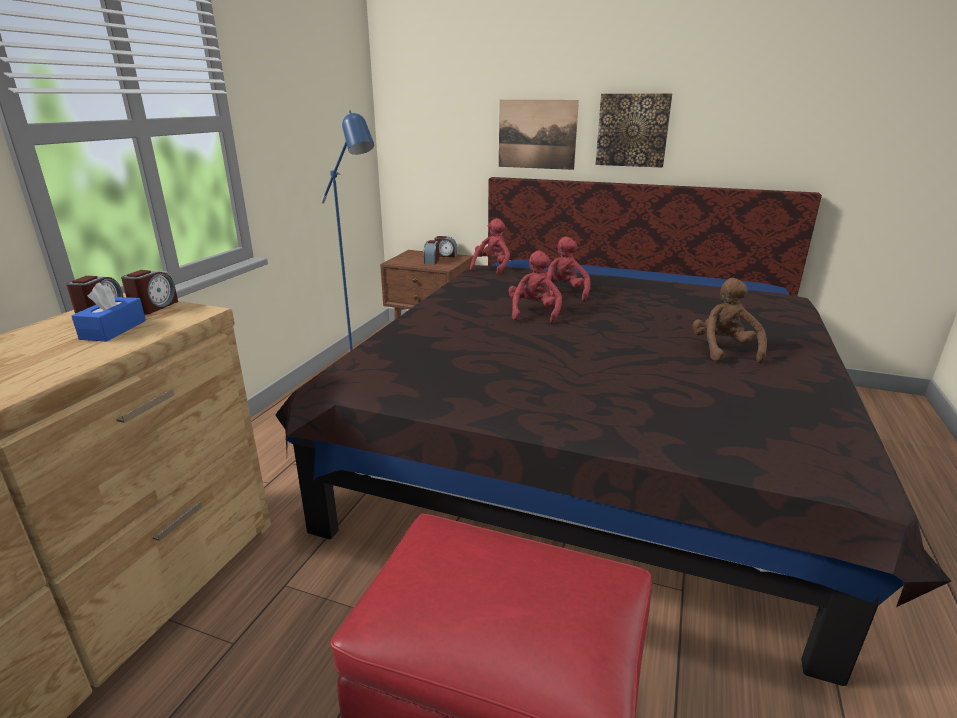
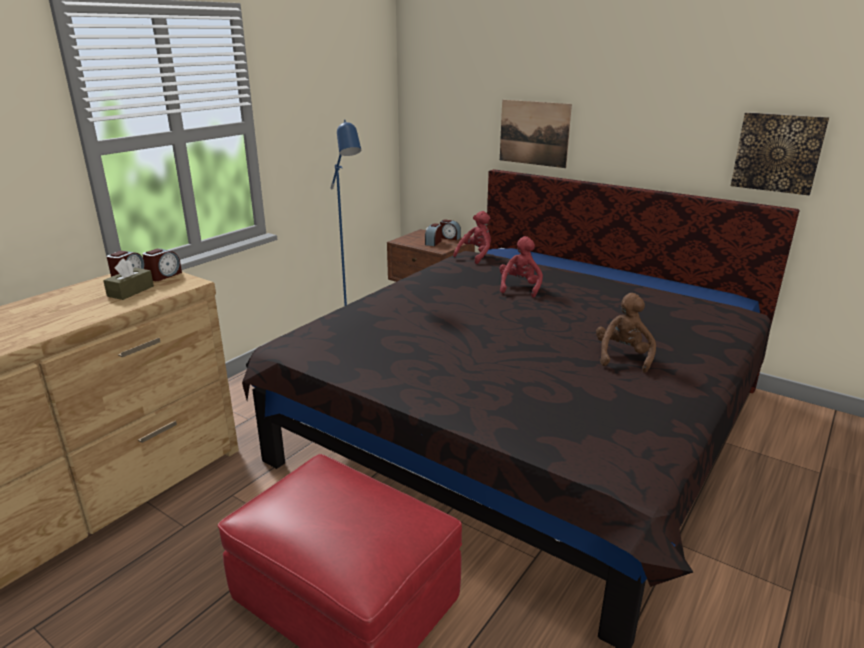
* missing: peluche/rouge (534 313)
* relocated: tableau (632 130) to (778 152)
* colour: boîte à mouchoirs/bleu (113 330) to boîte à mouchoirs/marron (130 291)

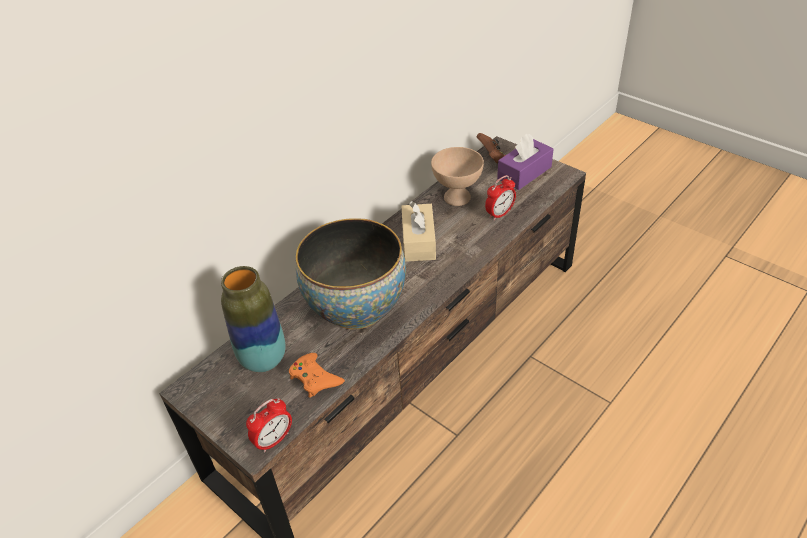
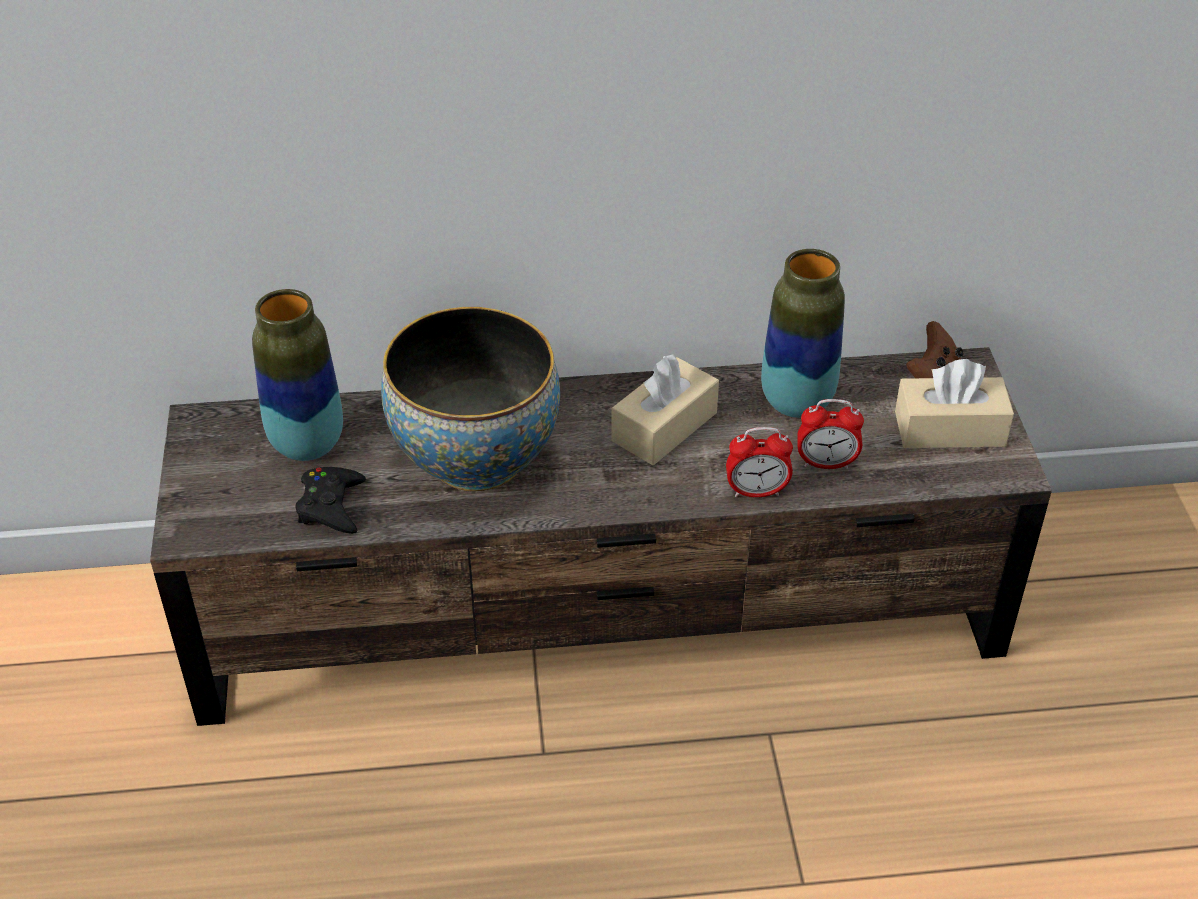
* relocated: réveil (274 440) to (756 492)
* exchanged: bol/beige (457 198) to vase (796 402)
* colour: manette/orange (315 378) to manette/noir (331 506)
* colour: boîte à mouchoirs/violet (524 173) to boîte à mouchoirs/beige (949 429)

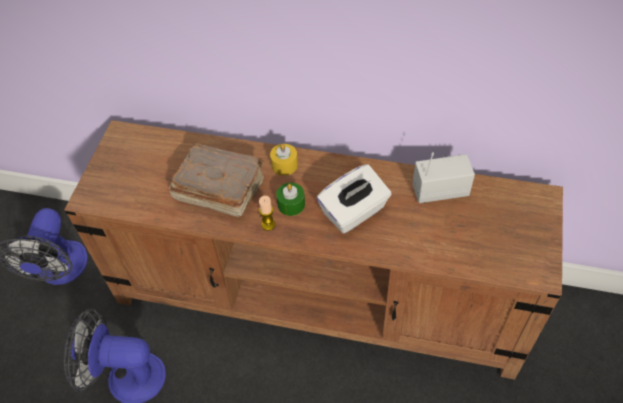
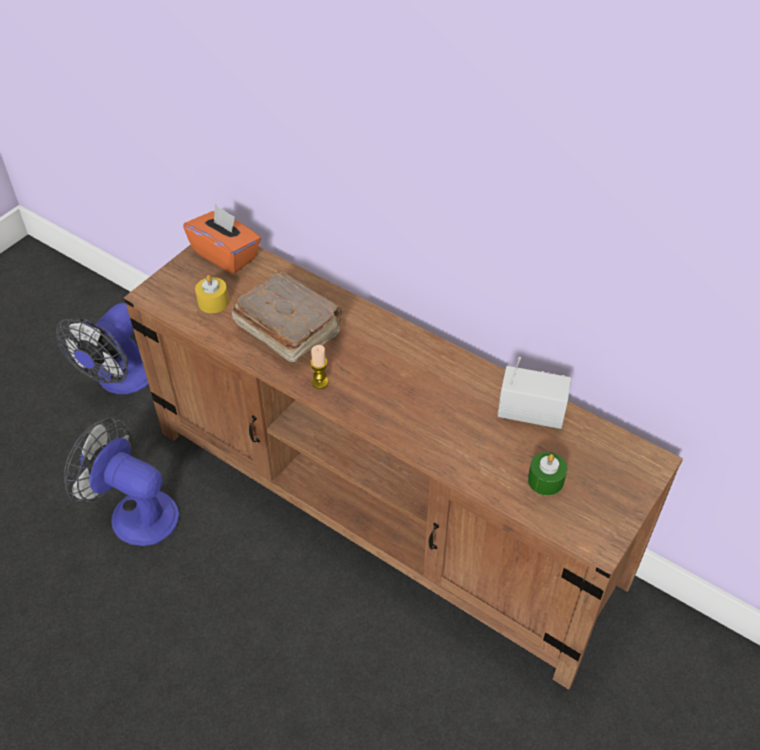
* missing: boîte à mouchoirs/blanc (354 212)
* appeared: boîte à mouchoirs/orange (226 255)
* relocated: bougie/jaune (284 165) to (213 302)
* relocated: bougie/vert (291 204) to (545 480)

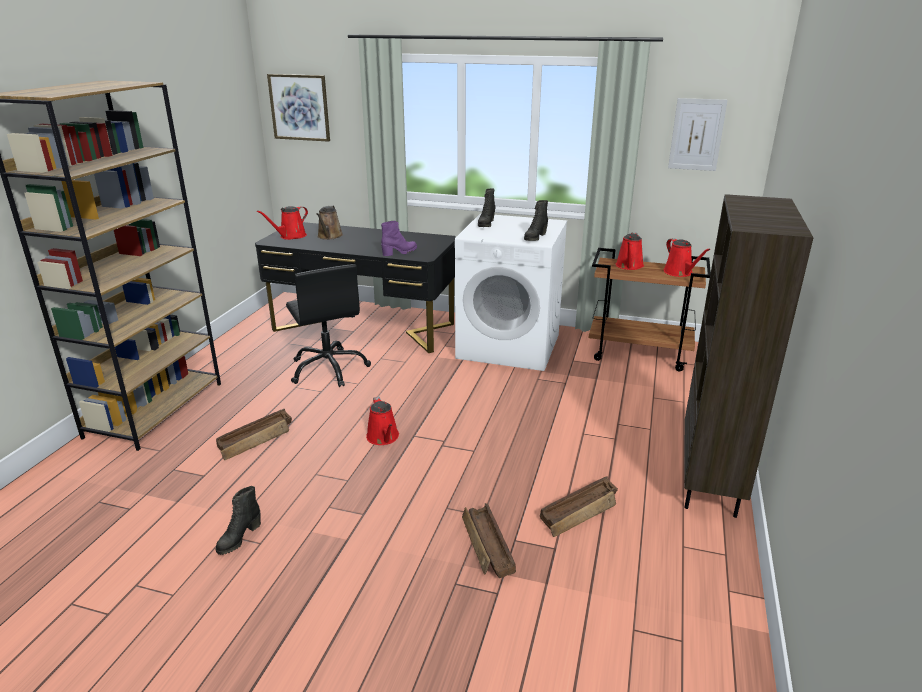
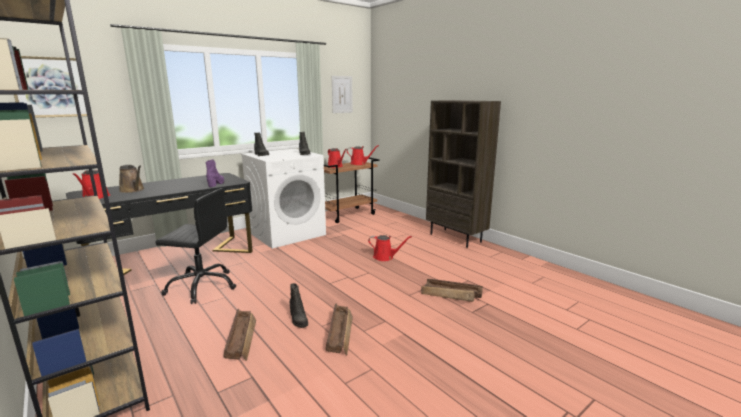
* relocated: botte/noir (239 538) to (298 320)
* relocated: arrosoir/rouge (383 438) to (385 257)
* relocated: caisse (580 512) to (340 333)

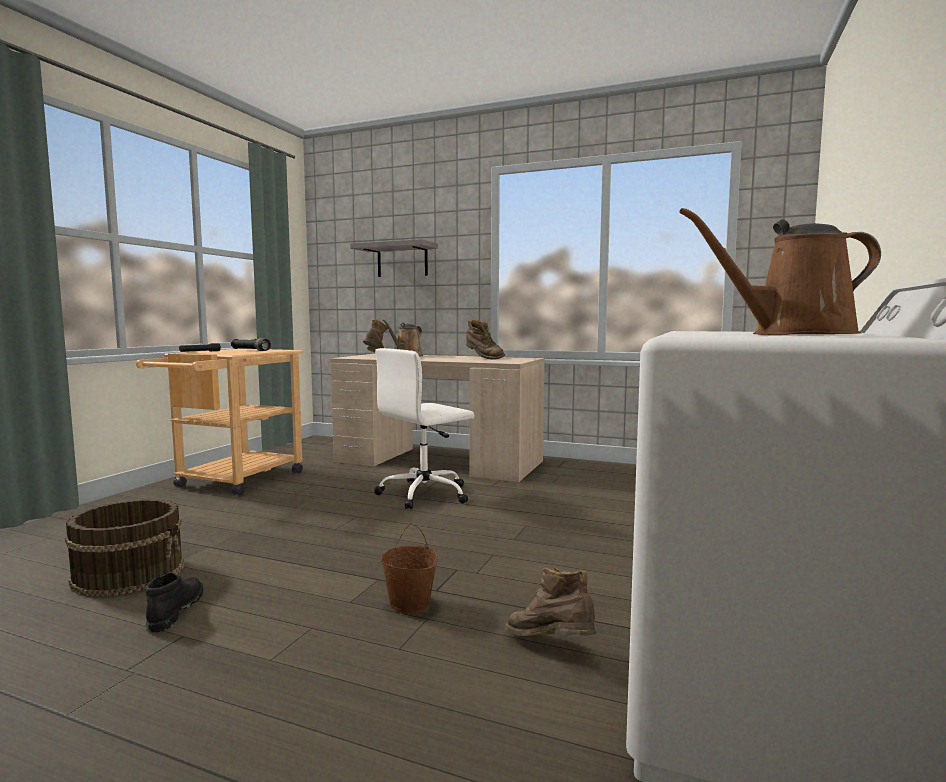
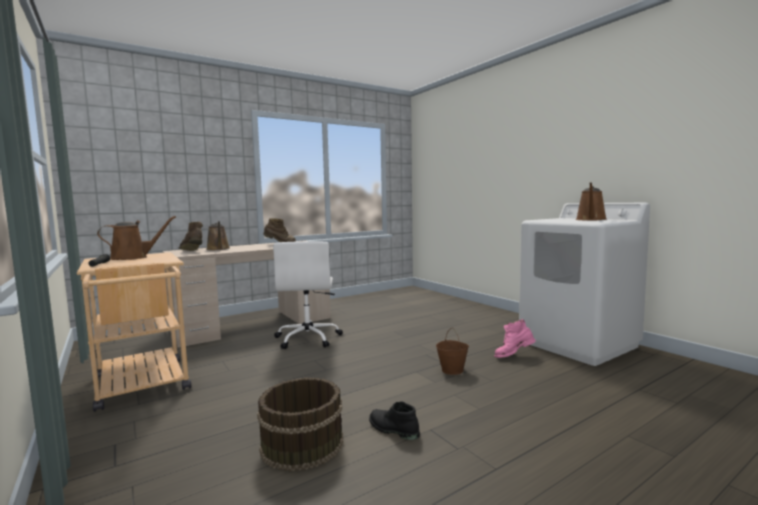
* missing: étagère/gris (402 260)
* exchanged: lampe de poche/noir (250 350) to arrosoir/marron (133 257)
* colour: botte/marron (551 647) to botte/rose (513 356)

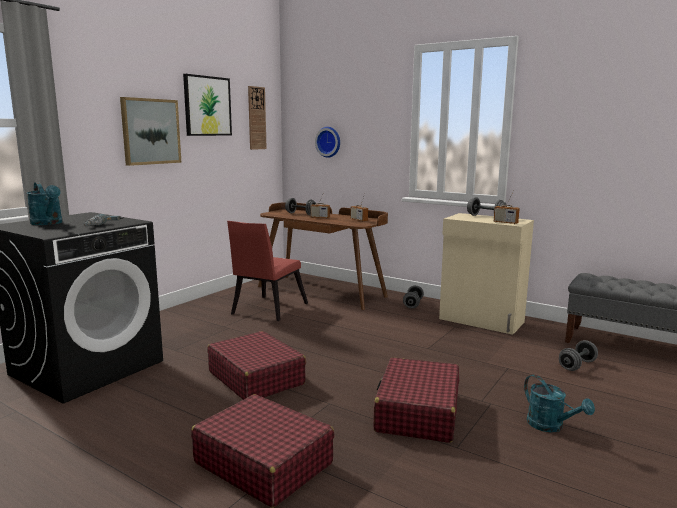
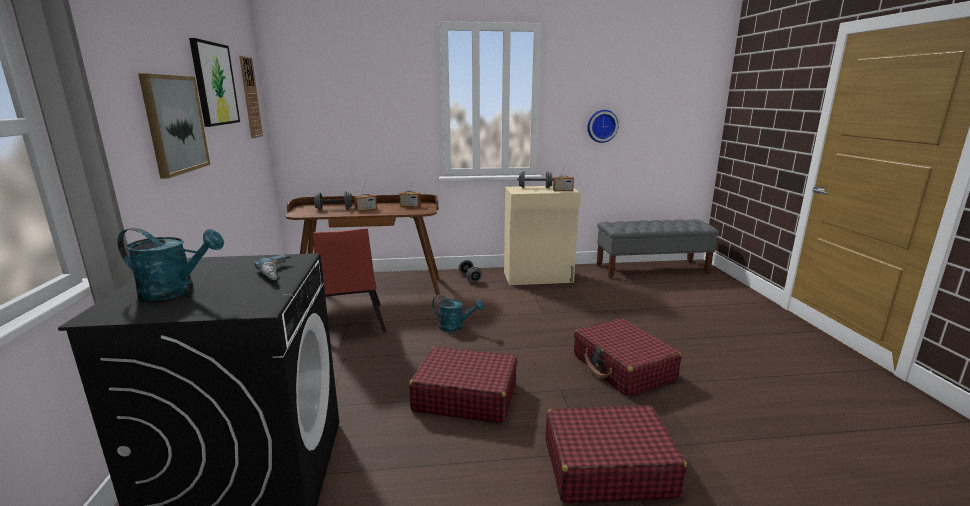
* missing: haltère/gris (577 365)
* relocated: horloge murale (329 142) to (601 126)
* relocated: arrosoir/turquoise (550 426) to (455 327)

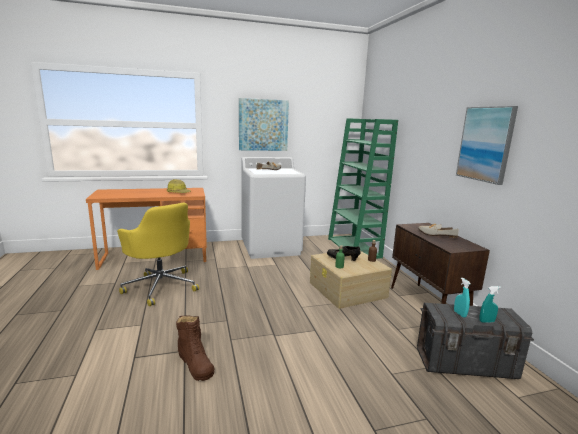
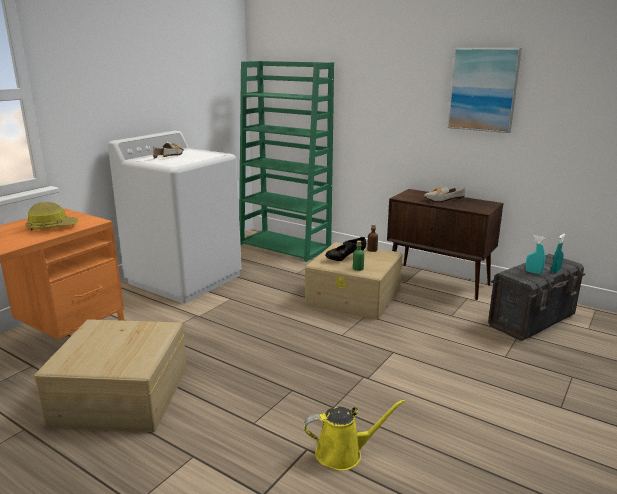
* missing: tableau (263 125)
* exchanged: chaise de bureau/jaune (161 286) to boîte de rangement/beige (120 395)
* exchanged: botte/marron (195 363) to arrosoir/jaune (343 453)

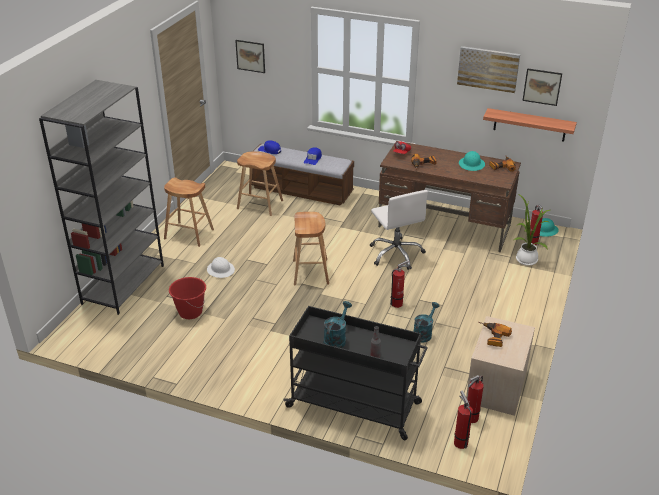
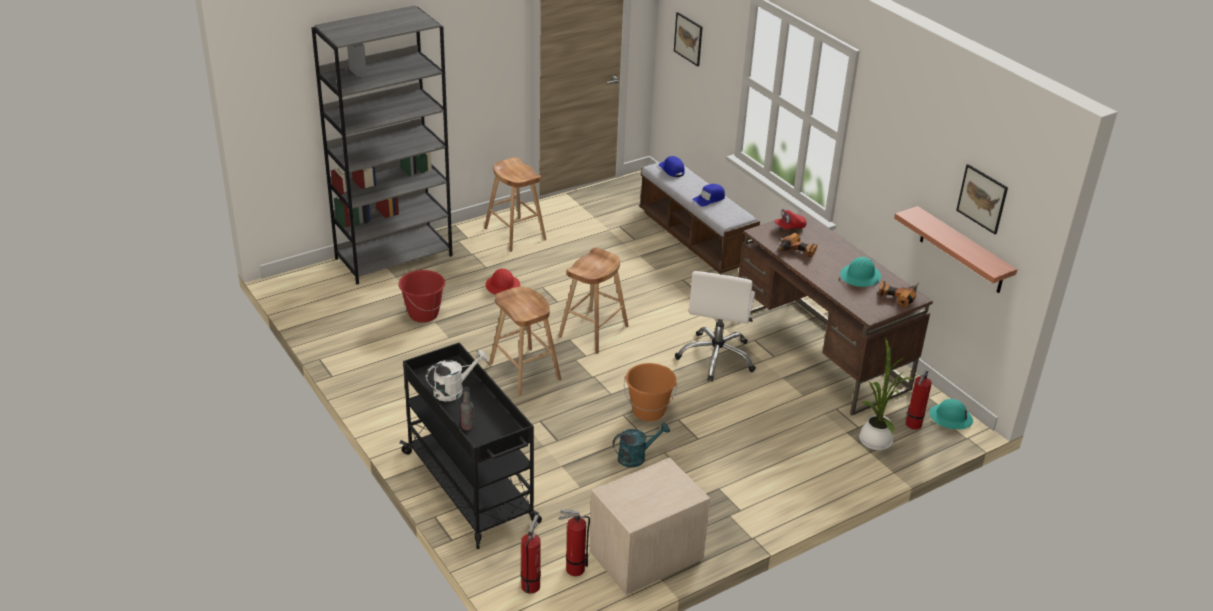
* missing: tableau (488 69)
* missing: perceuse (493 337)
* relocated: tabouret/marron (260 204) to (524 371)
* exchanged: extincteur (398 303) to seau/orange (648 411)
* colour: casque de chantier/blanc (221 270) to casque de chantier/rouge (503 286)
* colour: arrosoir/turquoise (336 338) to arrosoir/blanc (454 390)

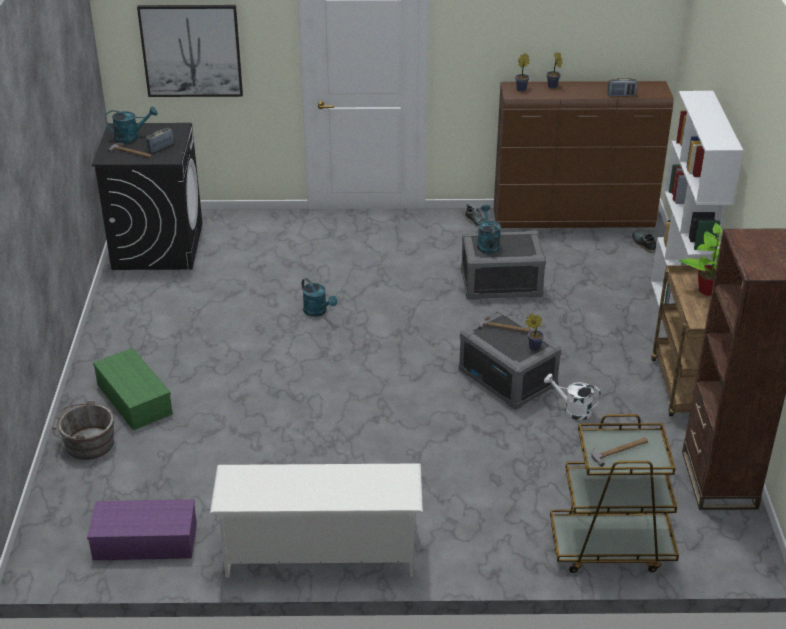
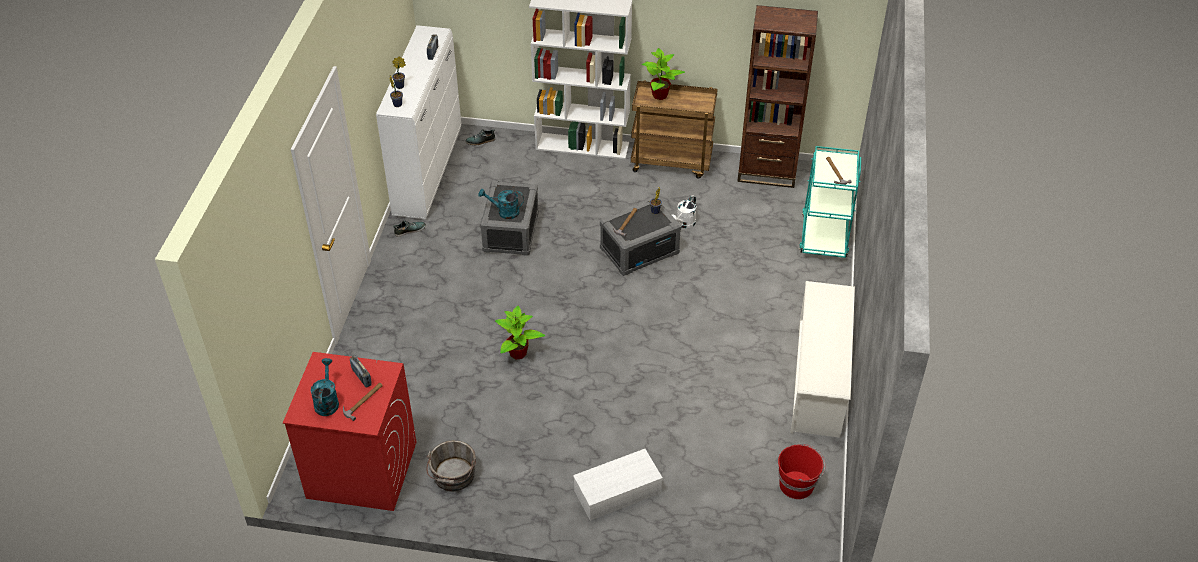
* missing: tableau (191 50)
* relocated: seau/gris (86 444) to (453 477)
* exchanged: boîte de rangement/violet (147 540) to seau/rouge (797 484)
* exchanged: arrosoir/turquoise (318 312) to plante en pot (518 353)
* colour: lave-linge/noir (158 246) to lave-linge/rouge (361 470)
* colour: boîte de rangement/vert (133 399) to boîte de rangement/blanc (616 493)
* colour: commode/marron (574 220) to commode/blanc (429 171)
* colour: chariot/marron (610 547) to chariot/turquoise (824 235)

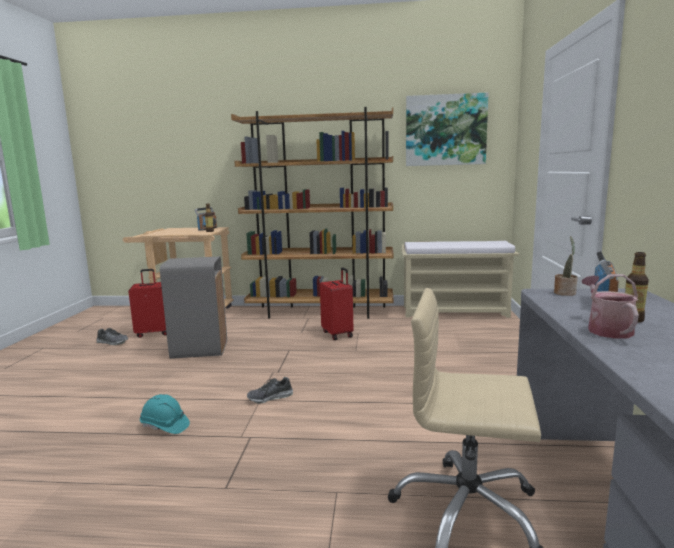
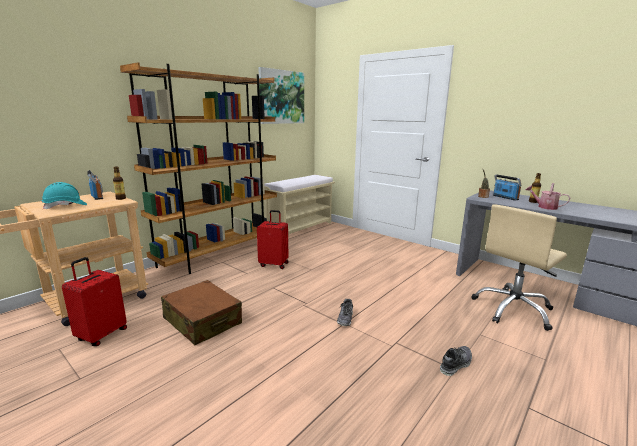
* relocated: chaussure (112 342) to (455 364)
* relocated: casque de chantier/turquoise (165 426) to (65 206)
* exchanged: poubelle/gris (199 349) to valise/marron (202 321)

